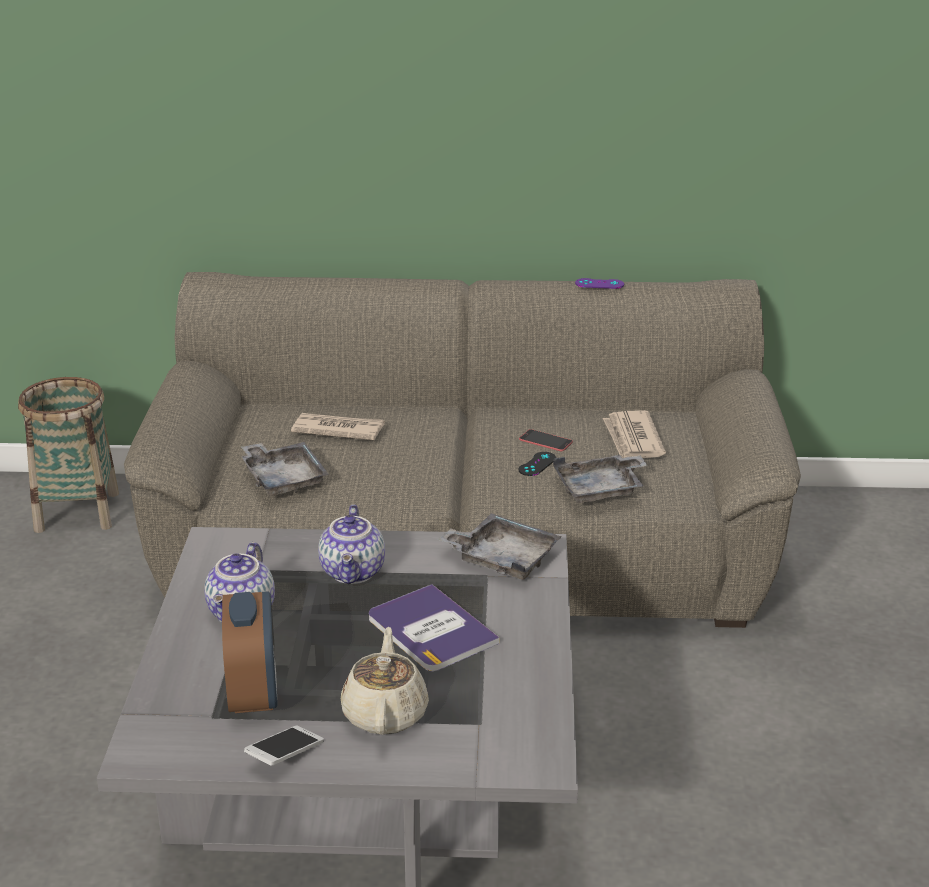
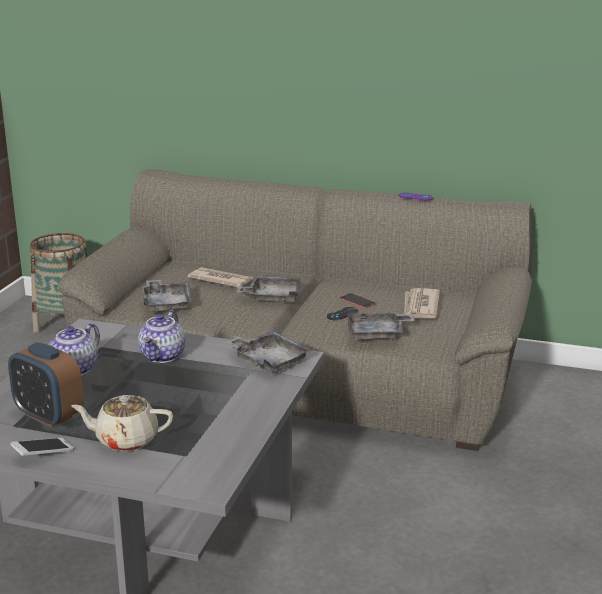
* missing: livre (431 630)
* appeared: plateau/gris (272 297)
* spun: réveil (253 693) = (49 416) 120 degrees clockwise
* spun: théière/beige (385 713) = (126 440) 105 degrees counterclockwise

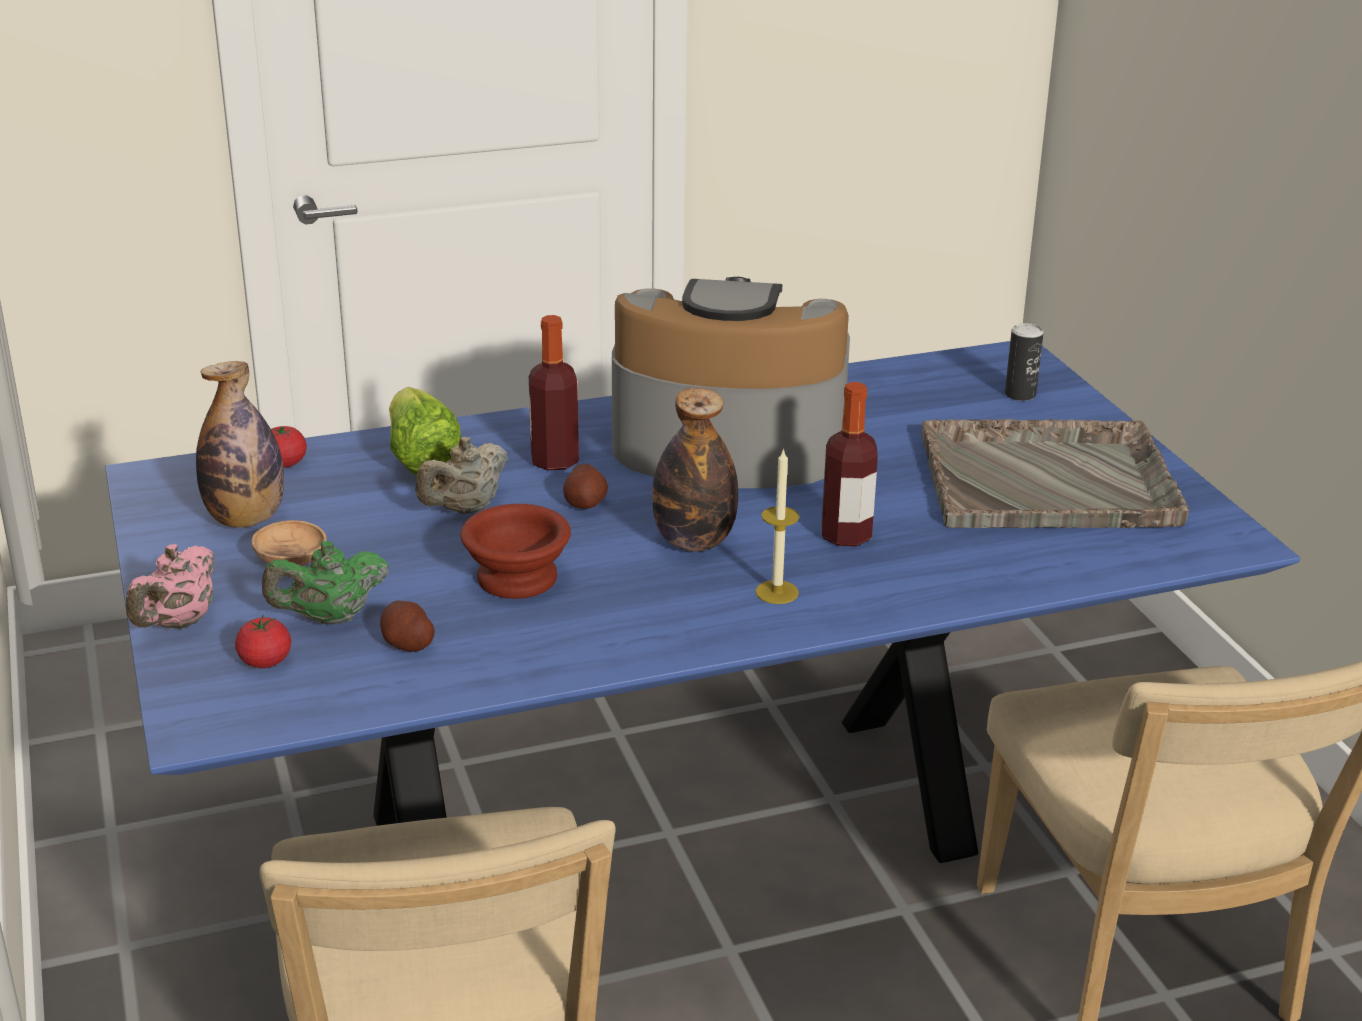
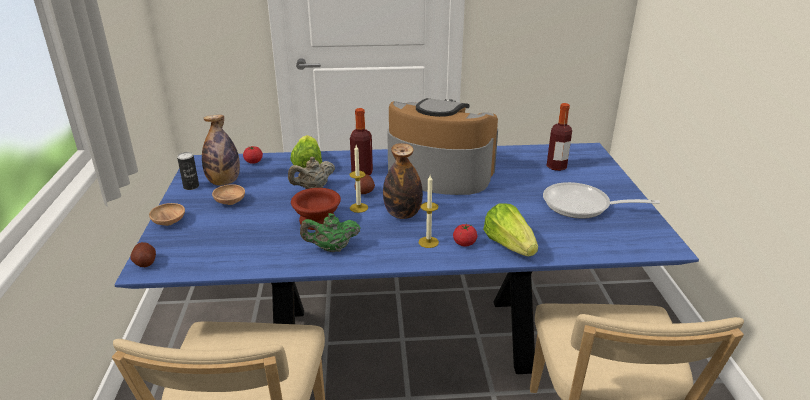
* appeared: bougie (358 208)
* appeared: laitue (509 245)
* relocated: tomate (265 661) to (464 243)
* relocated: théière/vert (330 618) to (331 248)
* relocated: pomme de terre (407 644) to (145 263)
* relocated: bouteille (846 536) to (556 167)
* relocated: boîte métallique (1020 394) to (191 186)
* exchanged: théière/rose (178 623) to bol/marron (169 222)
* exchanged: plateau/gris (1050 480) to poêle (582 206)

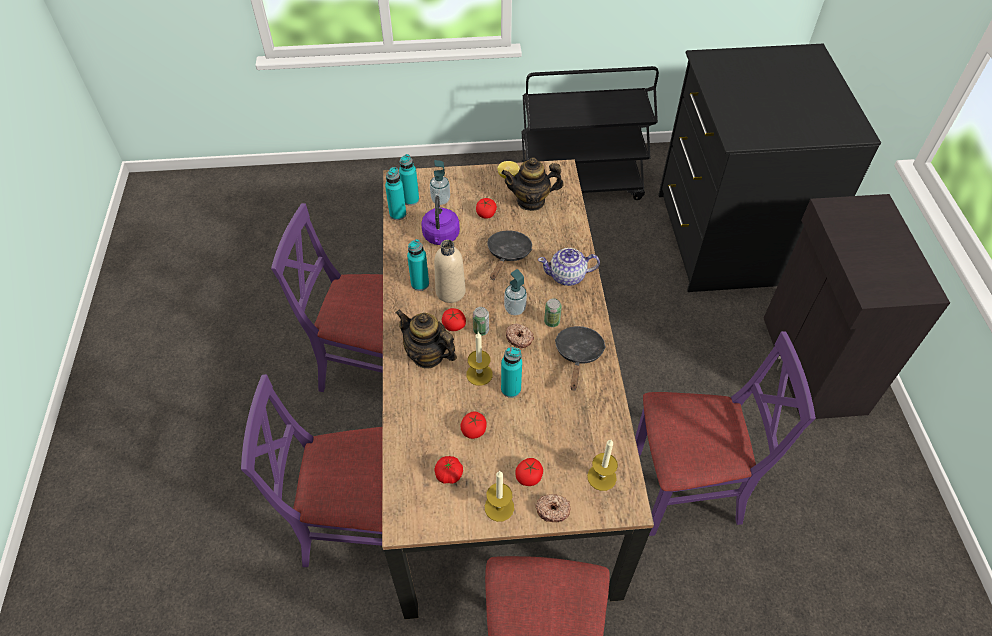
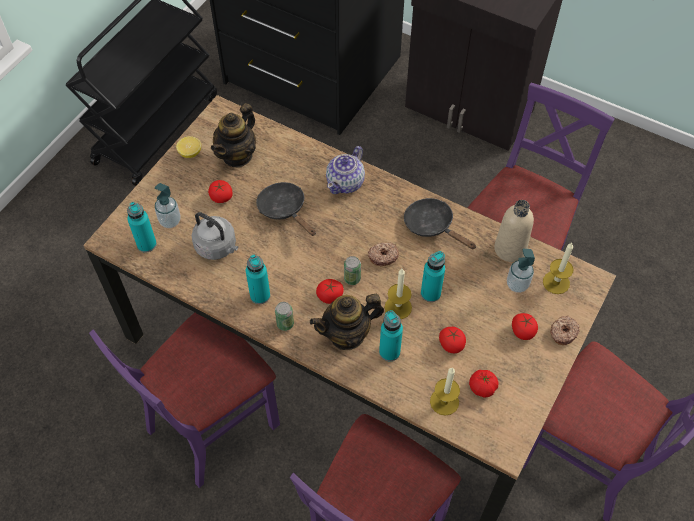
* relocated: bouteille/turquoise (398 214) to (389 352)
* relocated: bouteille/beige (450 292) to (510 249)
* relocated: bougie (499 507) to (444 401)
* relocated: distributeur de savon (515 309) to (517 284)
* relocated: boîte métallique (552 322) to (285 324)
* colour: bouilloire/violet (441 237) to bouilloire/gris (217 247)

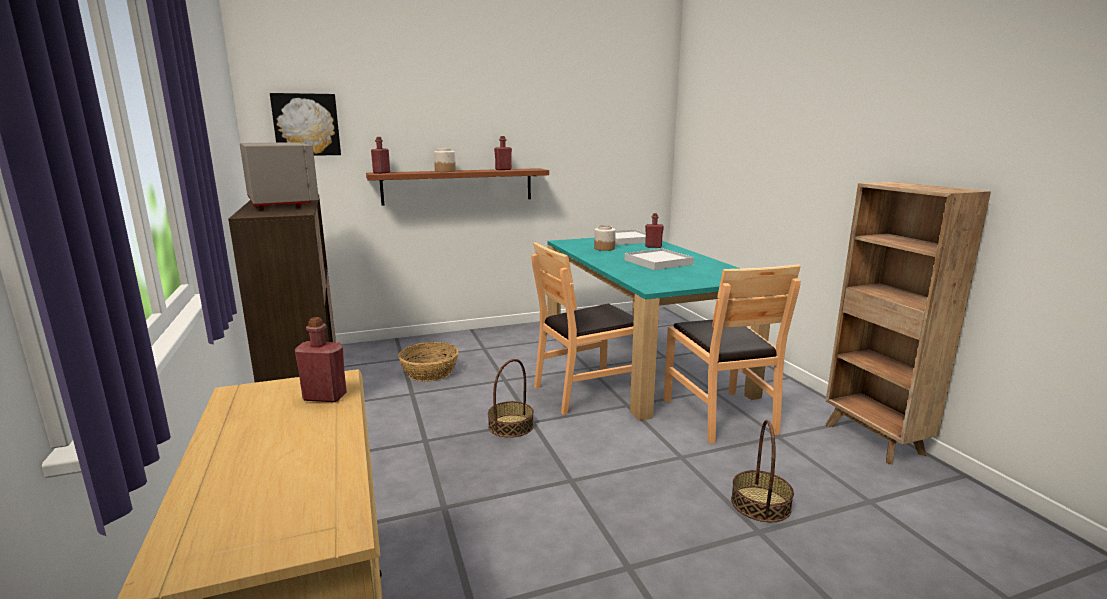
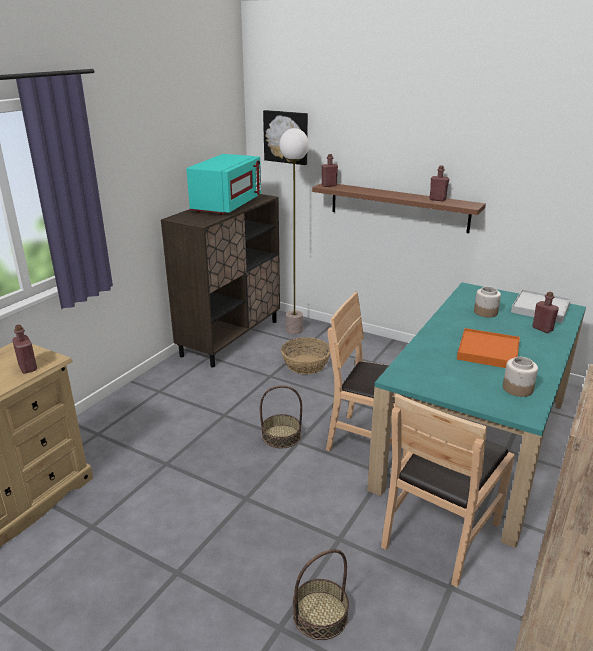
* appeared: lampadaire (294 330)
* relocated: bocal (445 171) to (518 388)
* colour: micro-ondes/gris (281 203) to micro-ondes/turquoise (226 205)
* colour: plateau/blanc (658 262) to plateau/orange (488 351)

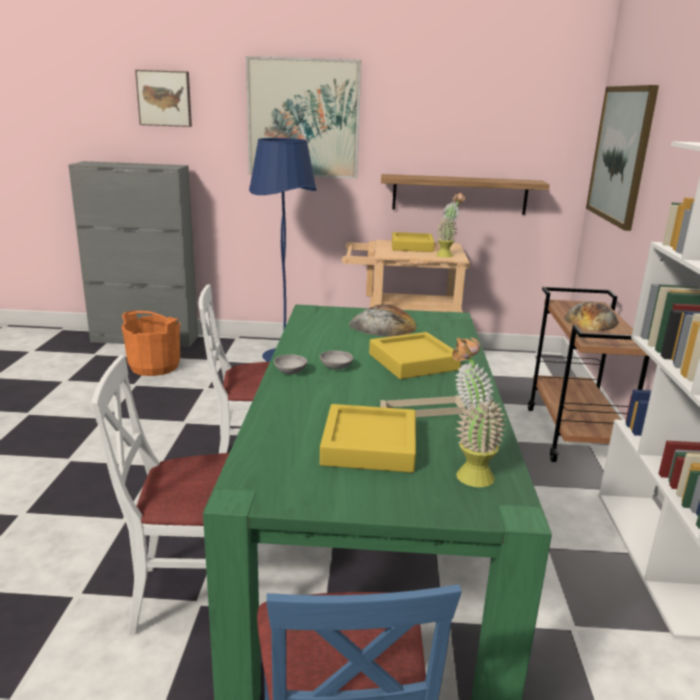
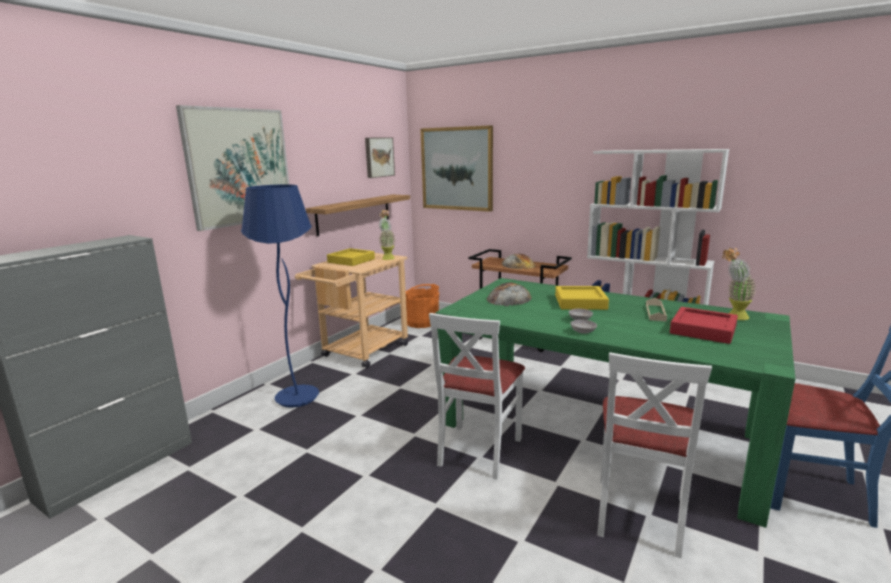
* relocated: seau/orange (154 366) to (421 322)
* relocated: tableau (165 98) to (378 157)
* colour: plateau/jaune (369 446) to plateau/rouge (703 330)

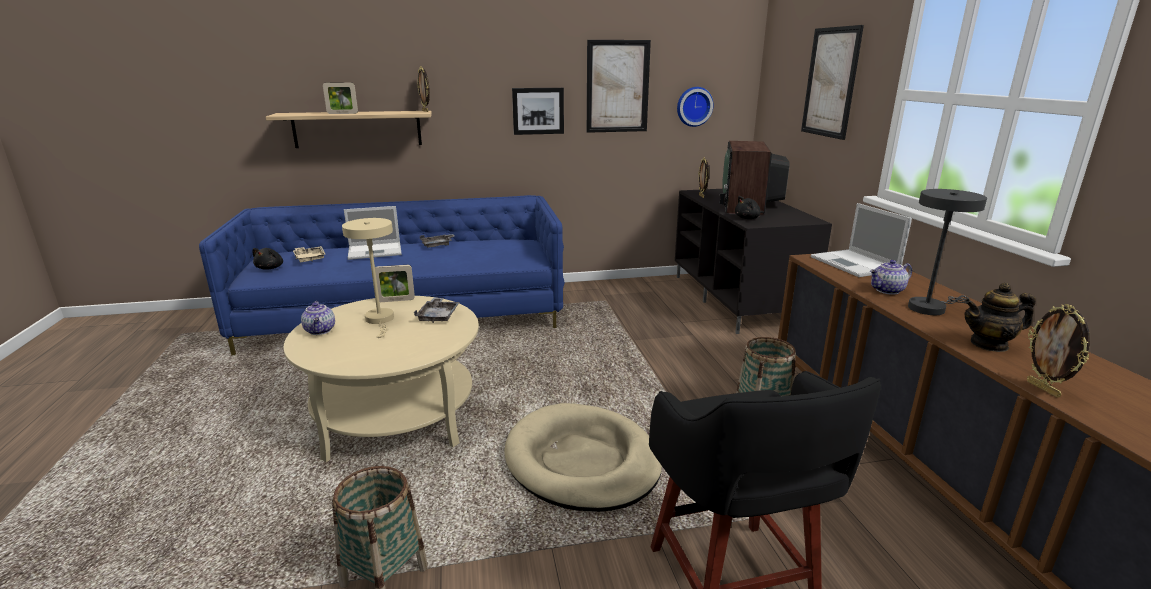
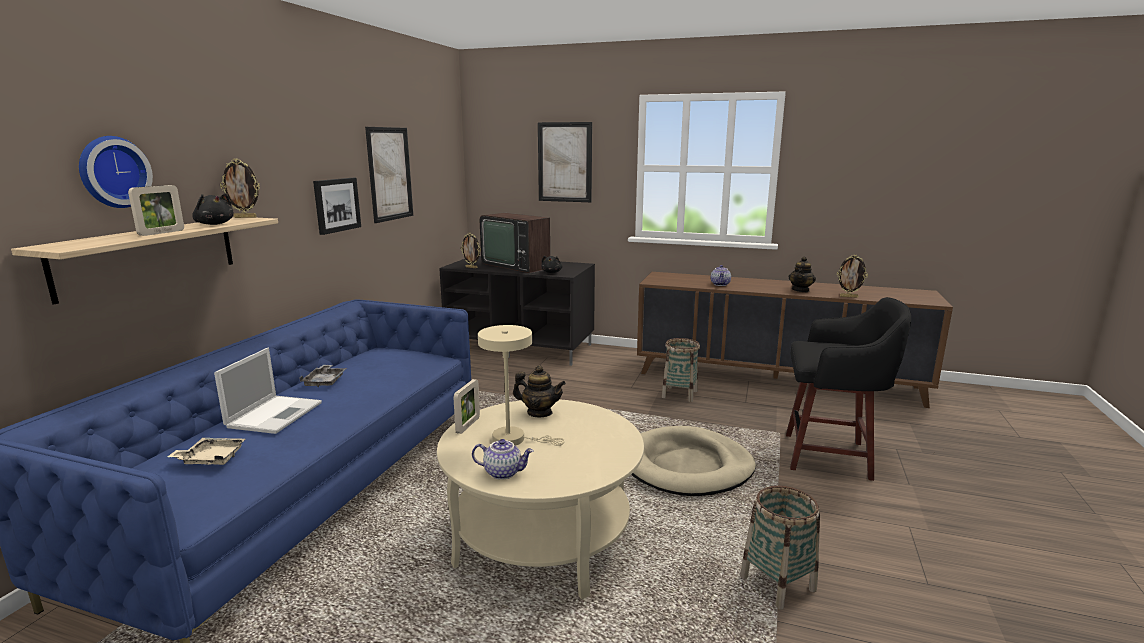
* missing: ordinateur portable (855 264)
* missing: lampe de table/gris (930 307)
* relocated: peluche/noir (270 268) to (214 224)
* relocated: horloge murale (693 106) to (112 172)
* exchanged: plateau/gris (438 316) to théière (539 413)

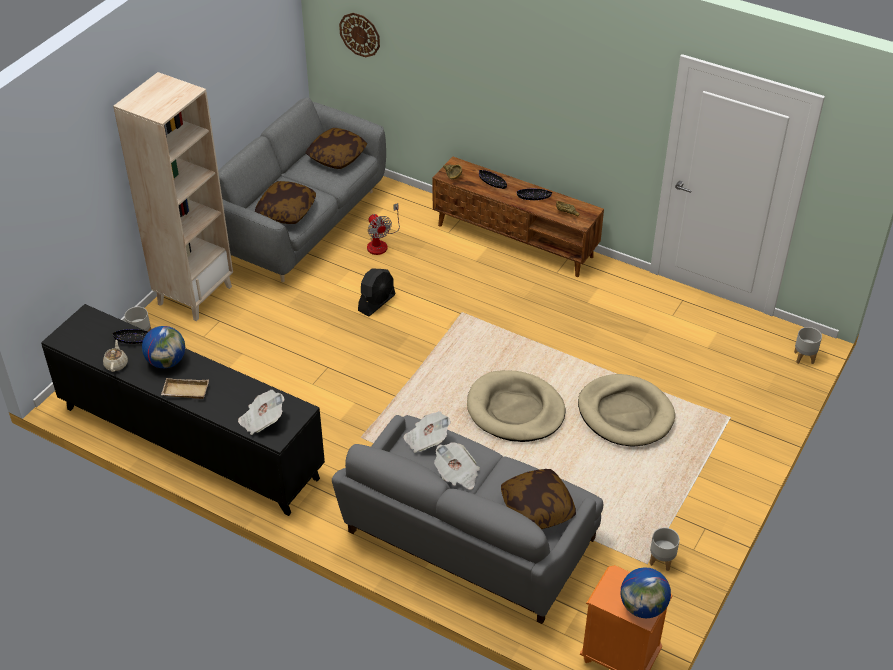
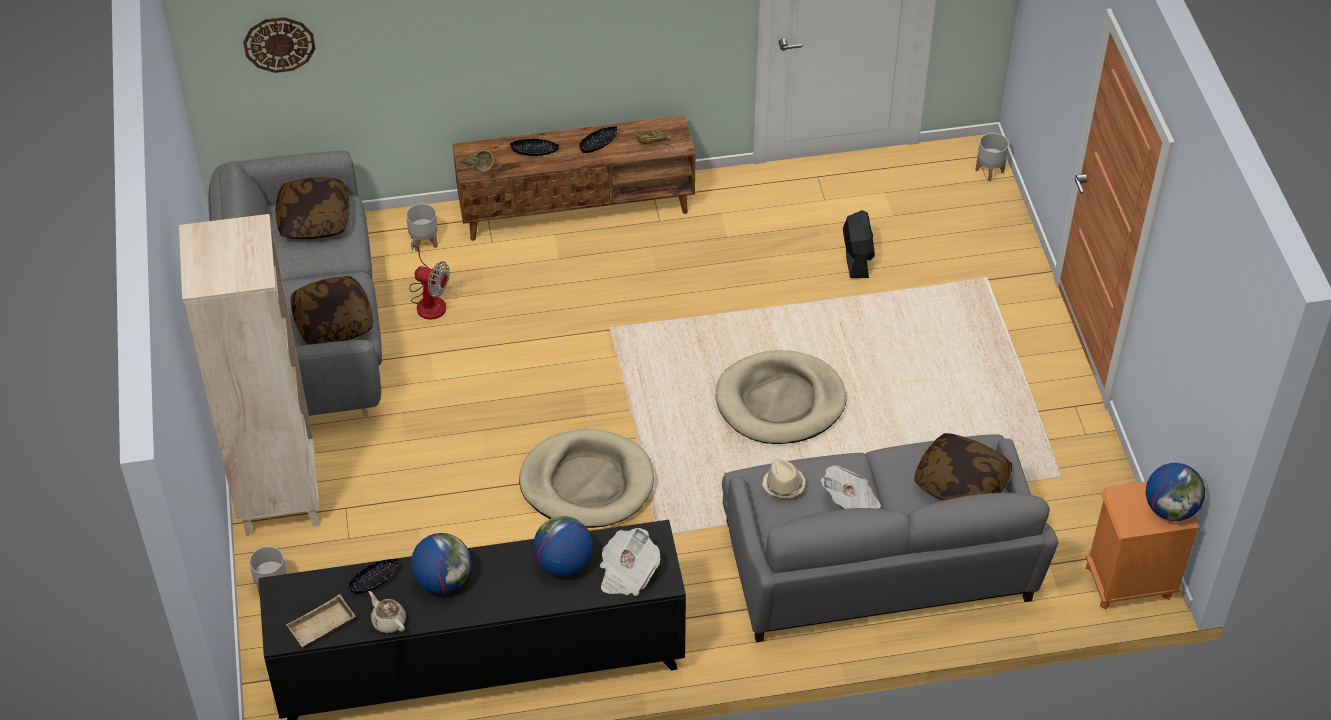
* appeared: globe (563 563)
* relocated: plateau/beige (185 392) to (322 626)
* relocated: ventilateur/noir (377 302) to (857 258)
* relocated: panier pour chien/beige (625 413) to (587 483)
* relocated: cache-pot/gris (661 560) to (424 242)
* exchanged: journal (426 440) to chapeau/beige (783 485)

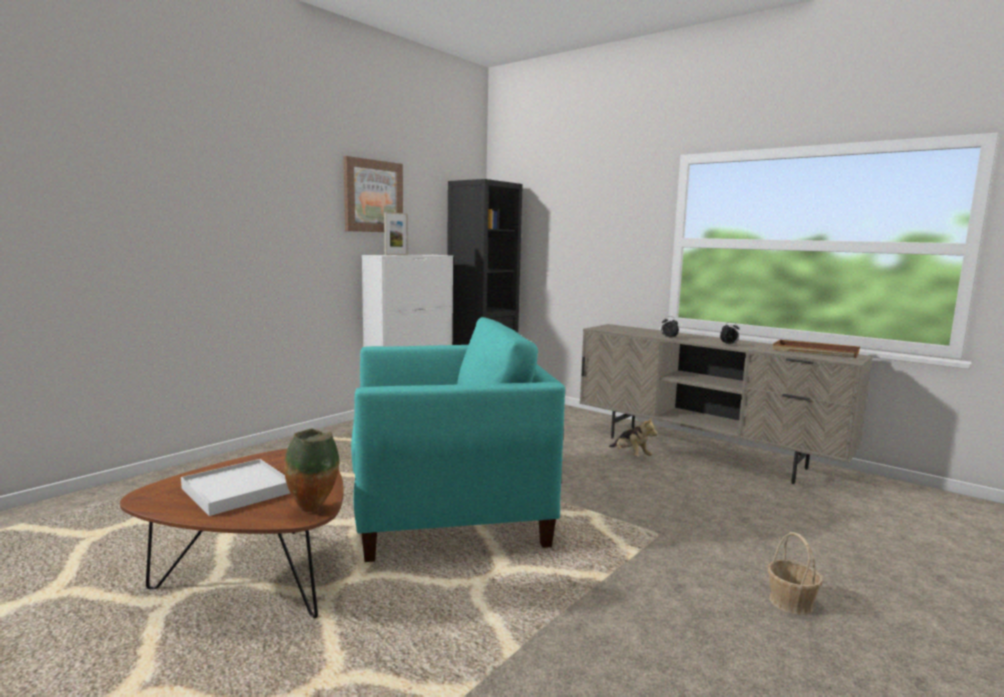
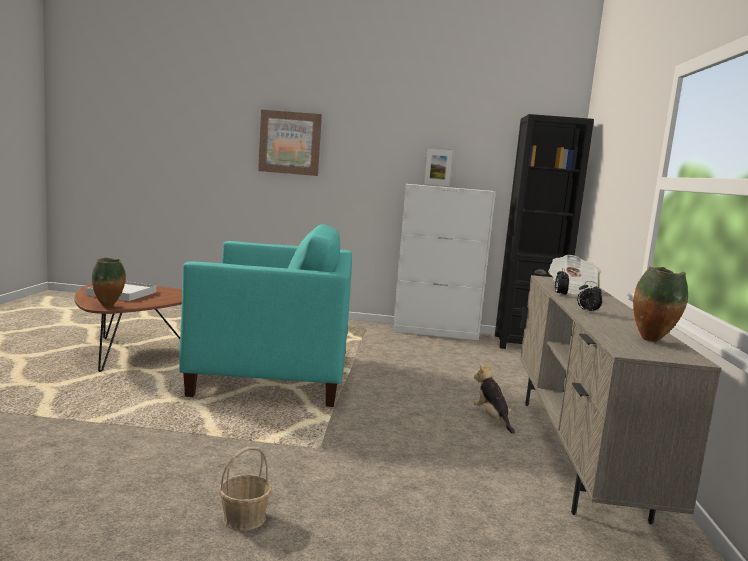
* appeared: journal (573 289)
* relocated: tableau (373 196) to (290 143)
* exchanged: plateau/marron (814 352) to vase (652 341)
* spun: fauteuil/turquoise (447 508) = (271 374) 45 degrees counterclockwise
* spun: peluche (631 456) = (492 419) 135 degrees clockwise

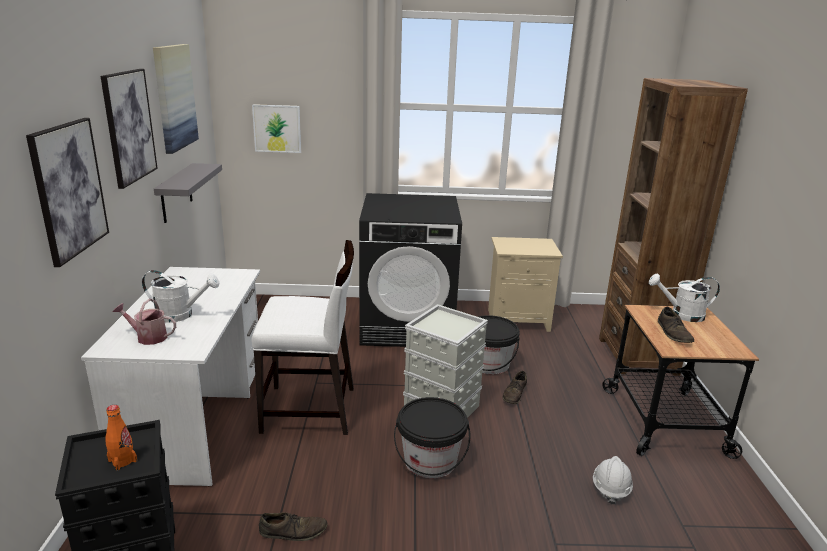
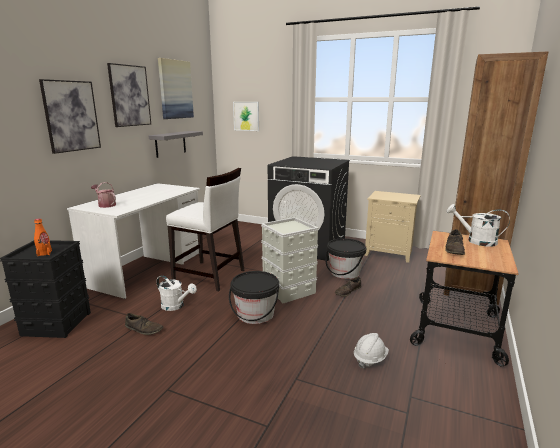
* relocated: arrosoir/blanc (181 315) to (176 306)

